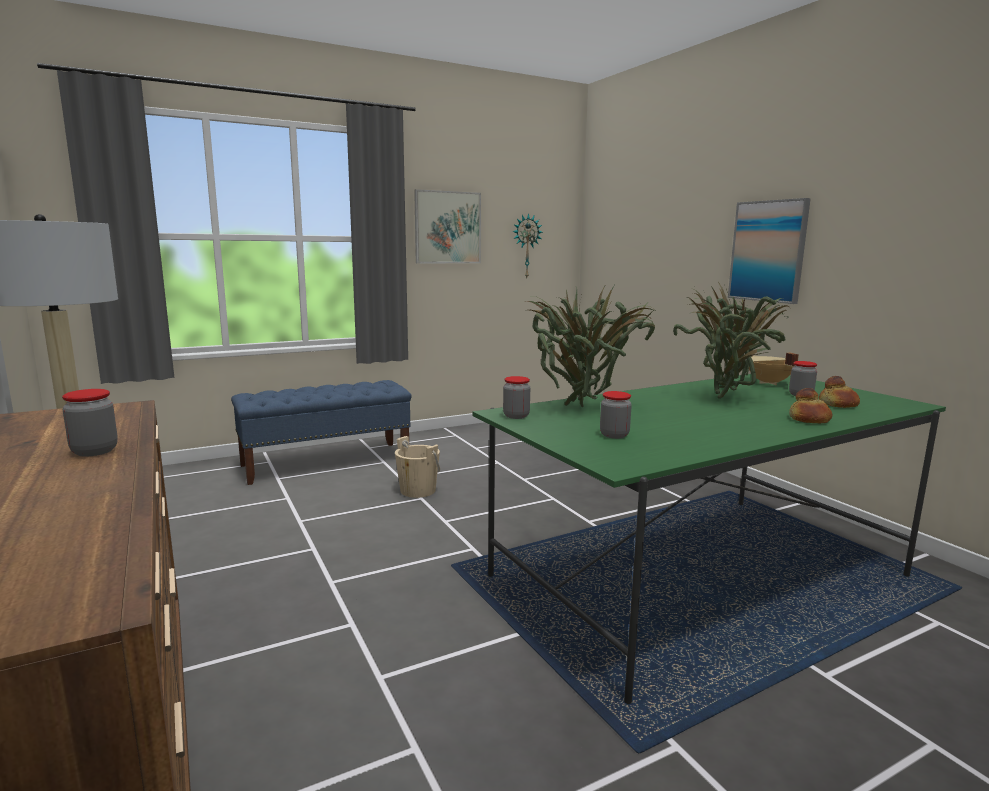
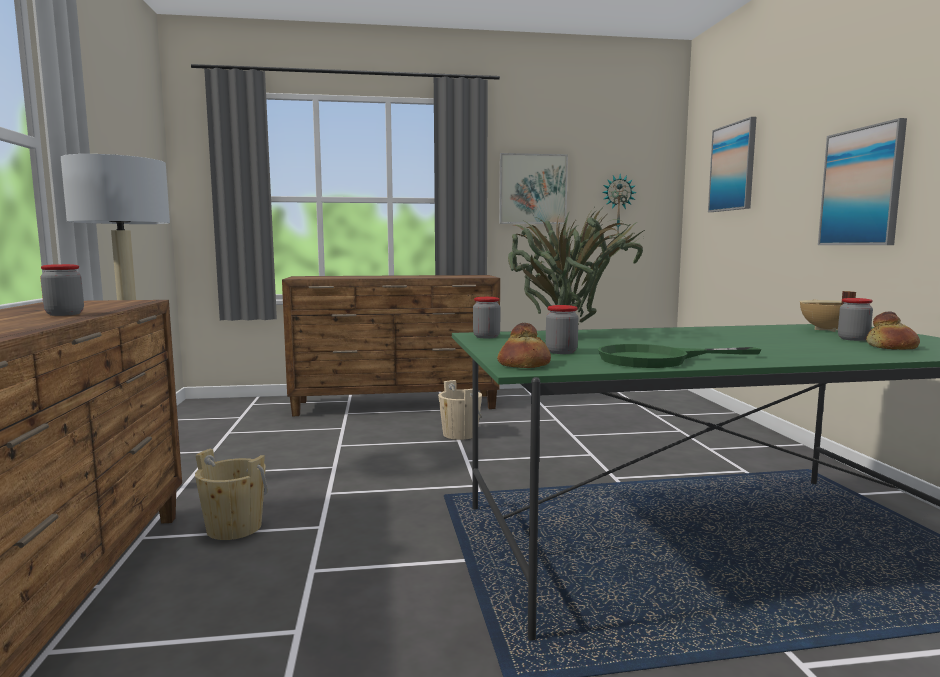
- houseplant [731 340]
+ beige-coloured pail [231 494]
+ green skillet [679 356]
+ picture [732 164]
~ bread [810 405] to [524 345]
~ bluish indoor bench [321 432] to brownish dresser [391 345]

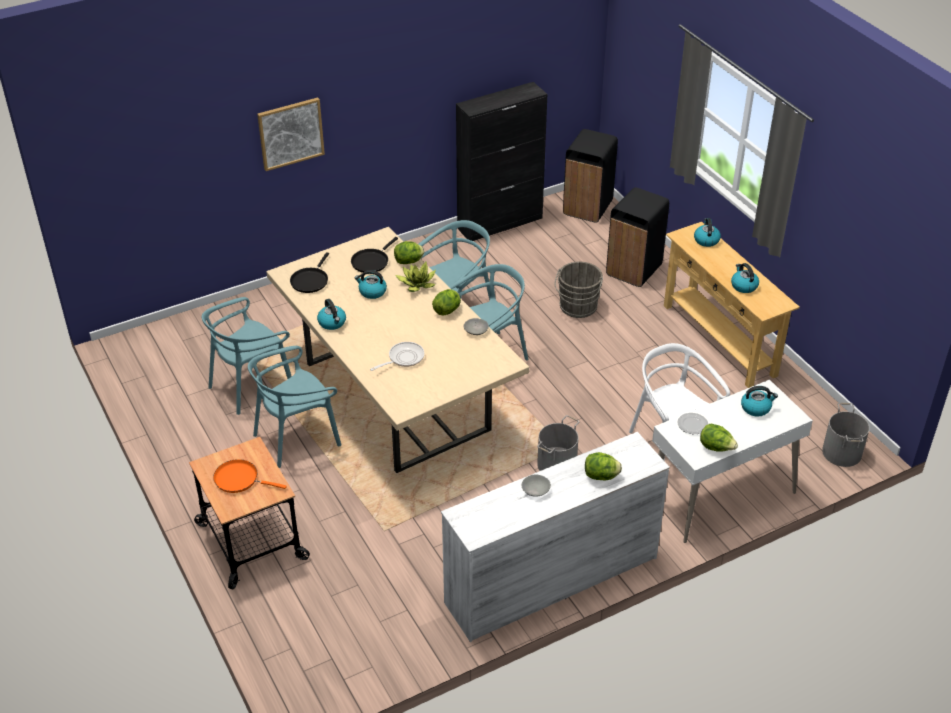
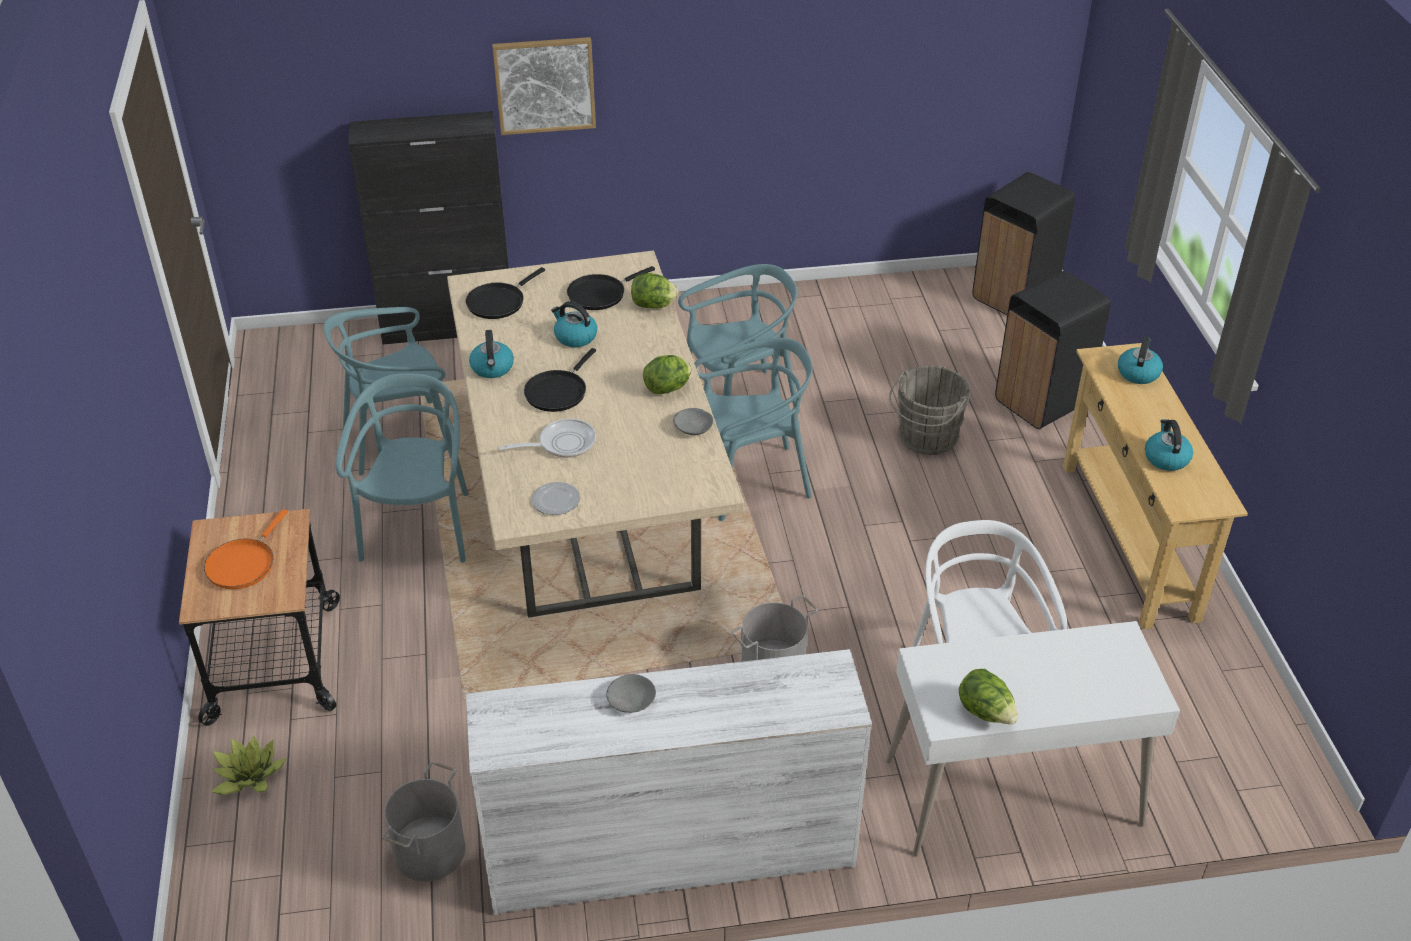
- head of lettuce [603 466]
- kettle [759 401]
+ black-coloured skillet [560 380]
~ houseplant [415 277] to [248 765]
~ black-coloured cabinet [502 161] to [429 227]
~ plate [692 423] to [556 498]
~ grey pail [846 435] to [423 822]
~ orange skillet [250 476] = [246 549] 105 degrees counterclockwise
~ turquoise chair [295 407] = [402 468] 105 degrees clockwise

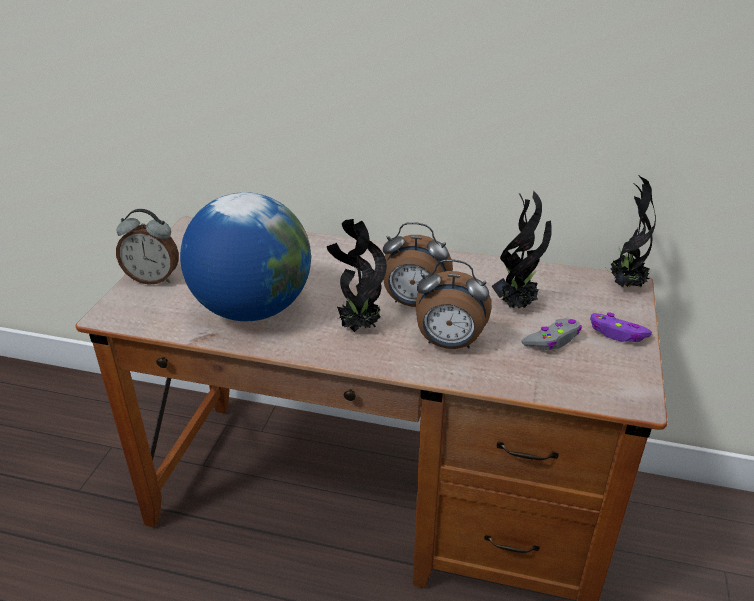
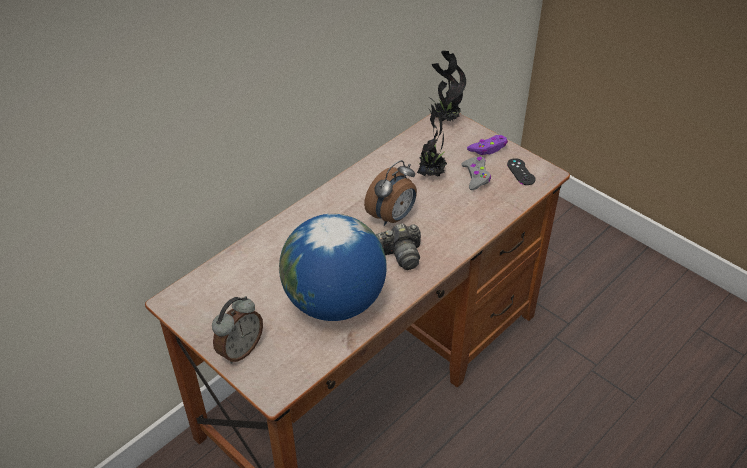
- table clock [453 304]
+ black-coloured gamepad [521 171]
~ houseplant [357 275] to photo camera [398 246]

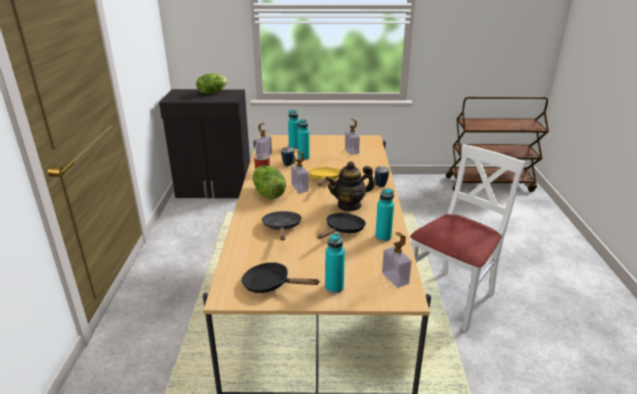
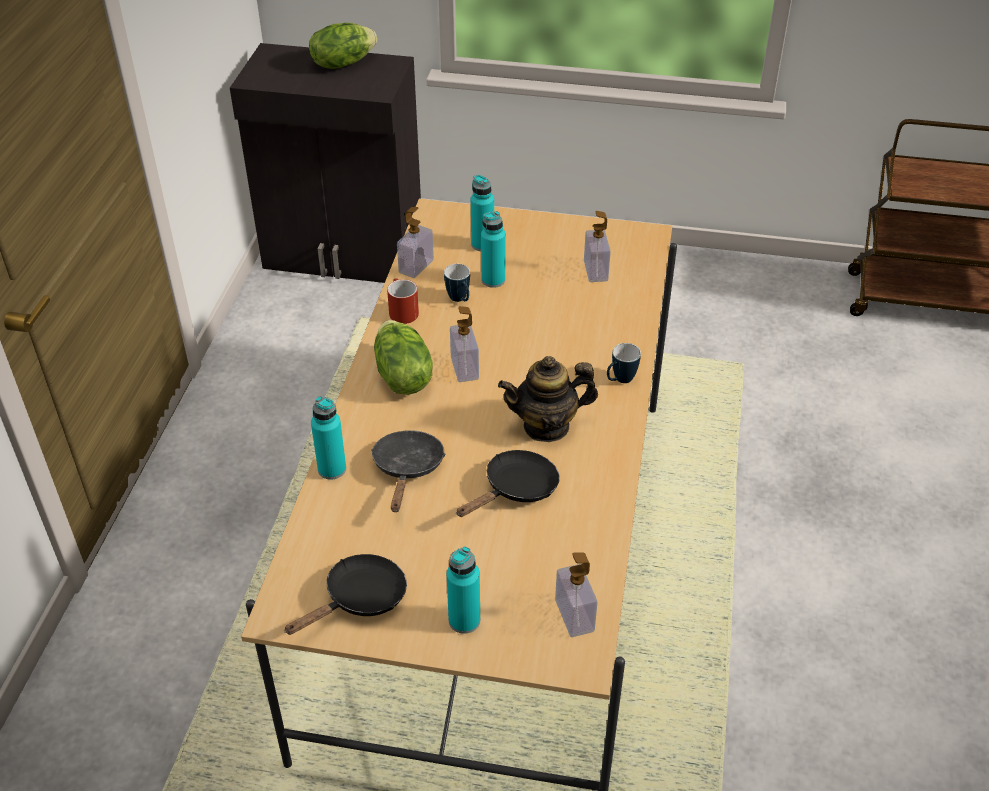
- yellow skillet [324 176]
- white chair [468 238]
~ turquoise bottle [384 214] to [328 437]
~ black-coloured skillet [280 277] = [345 594] 105 degrees clockwise

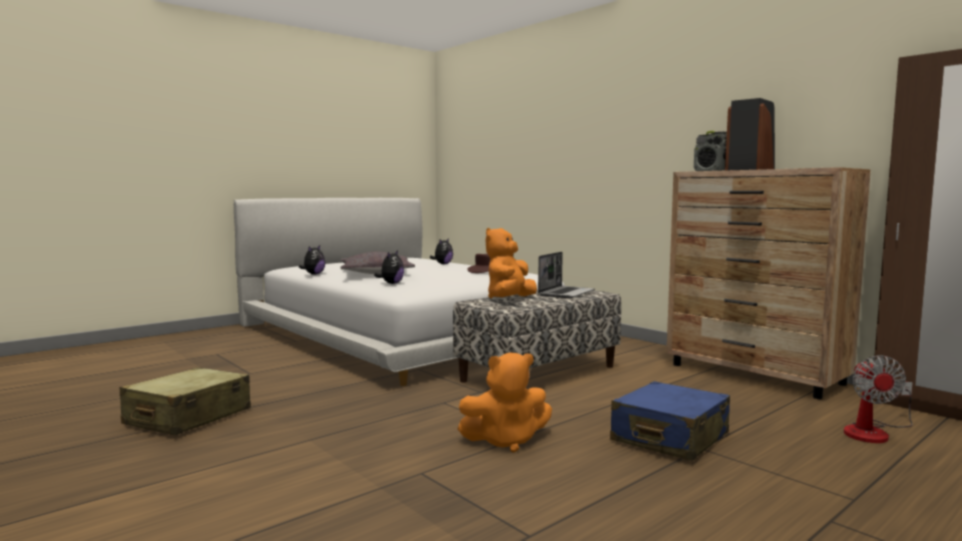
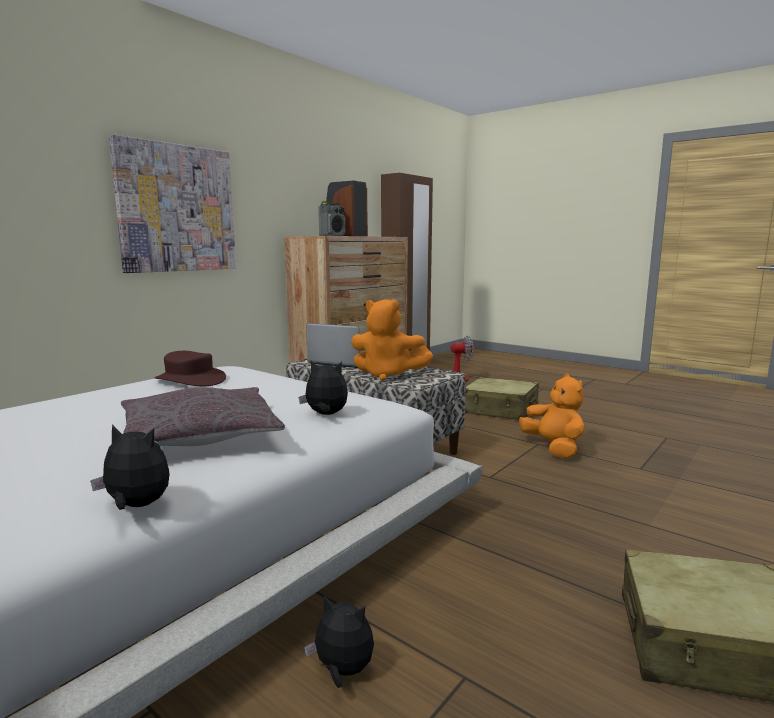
+ picture [172 203]
~ plush toy [441 251] to [339 641]
~ bluish piece of luggage [670 421] to beige-coloured piece of luggage [502 398]

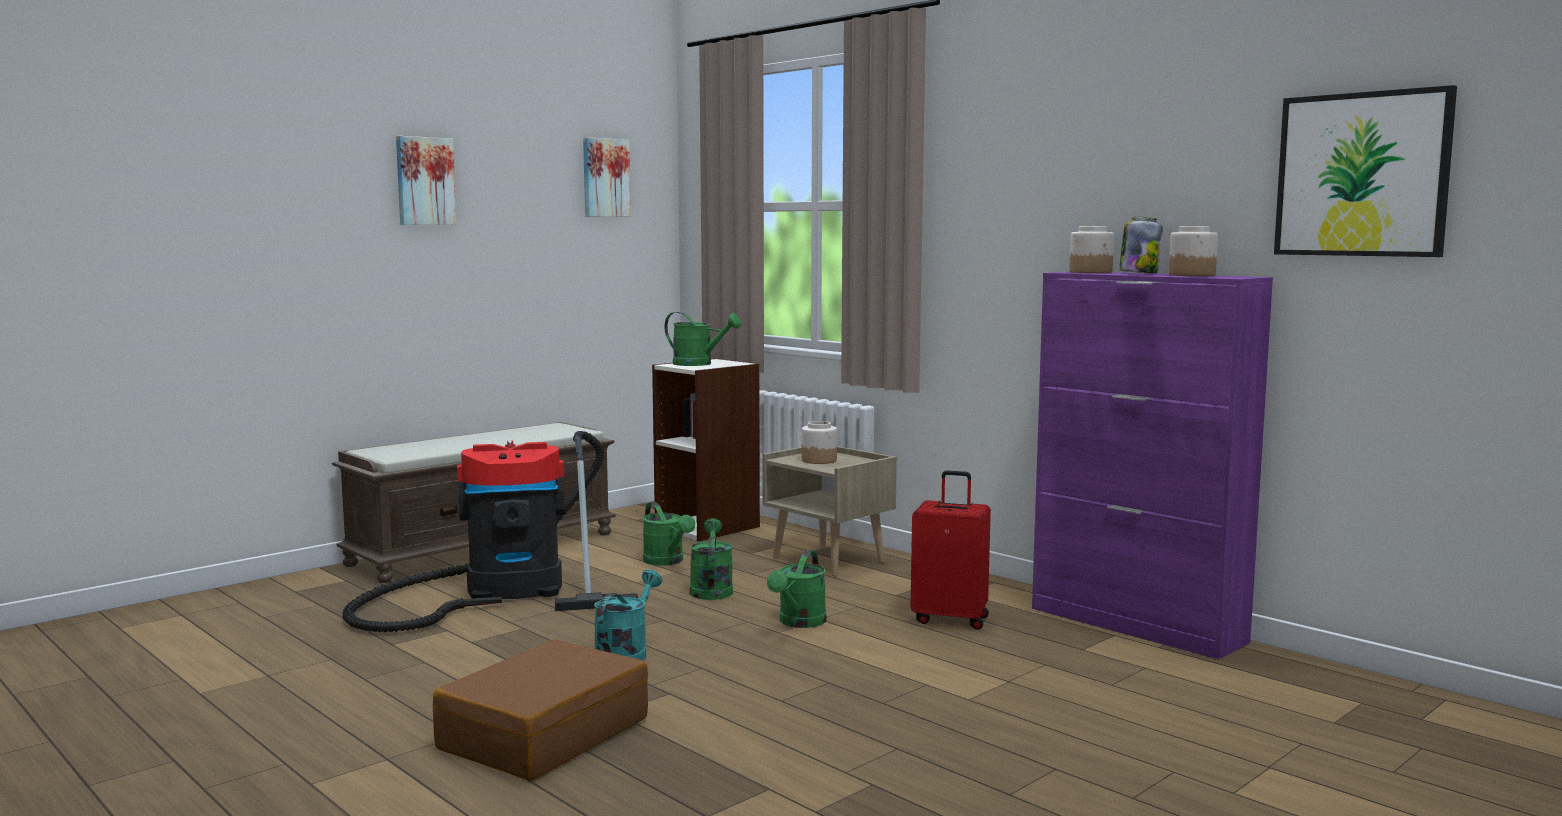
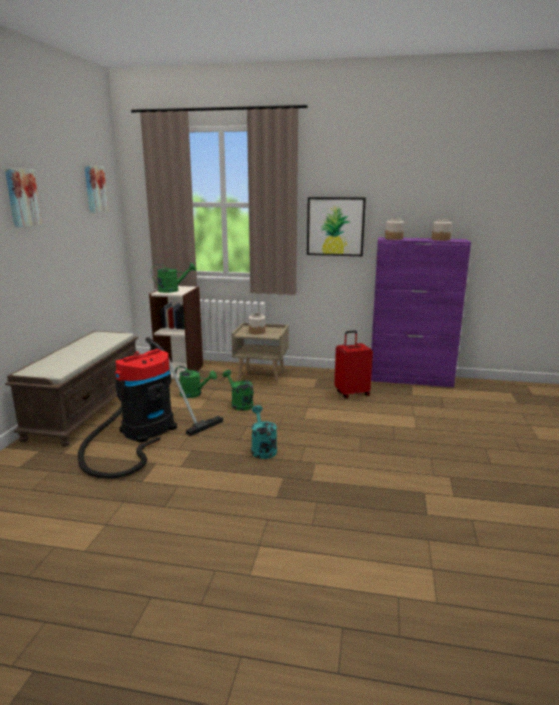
- brownish piece of luggage [540 710]
- green watering pot [797 589]
- preserve jar [1141 245]
~ picture [1365 171] to [336 226]

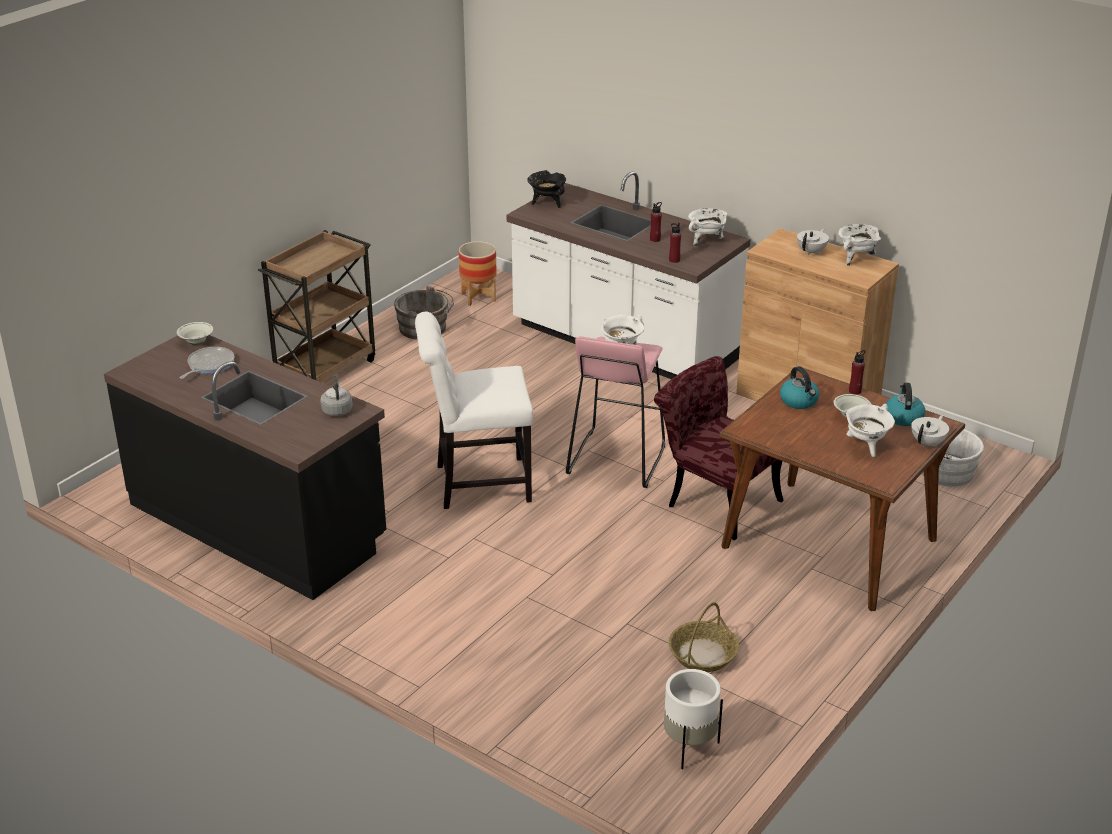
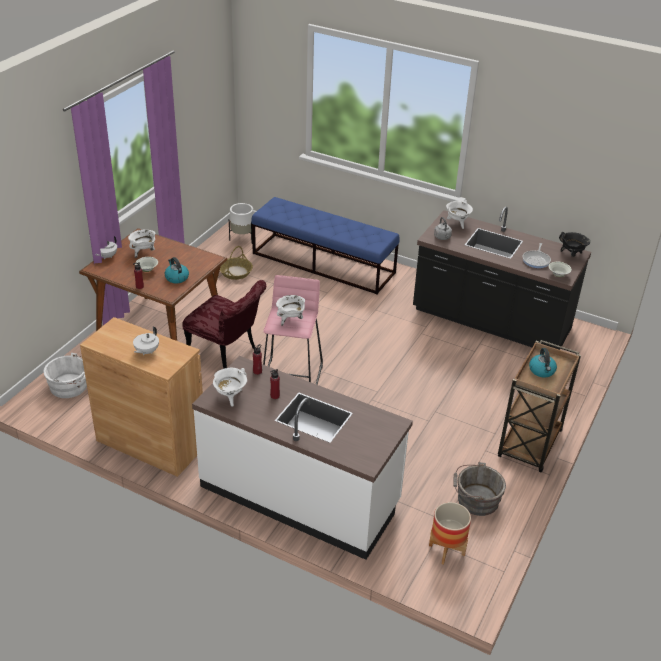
- white chair [474 410]
+ bluish indoor bench [325 245]
~ black-coloured stockpot [546 189] to [574 244]
~ white stockpot [859 245] to [459 214]
~ kettle [905 404] to [543 363]

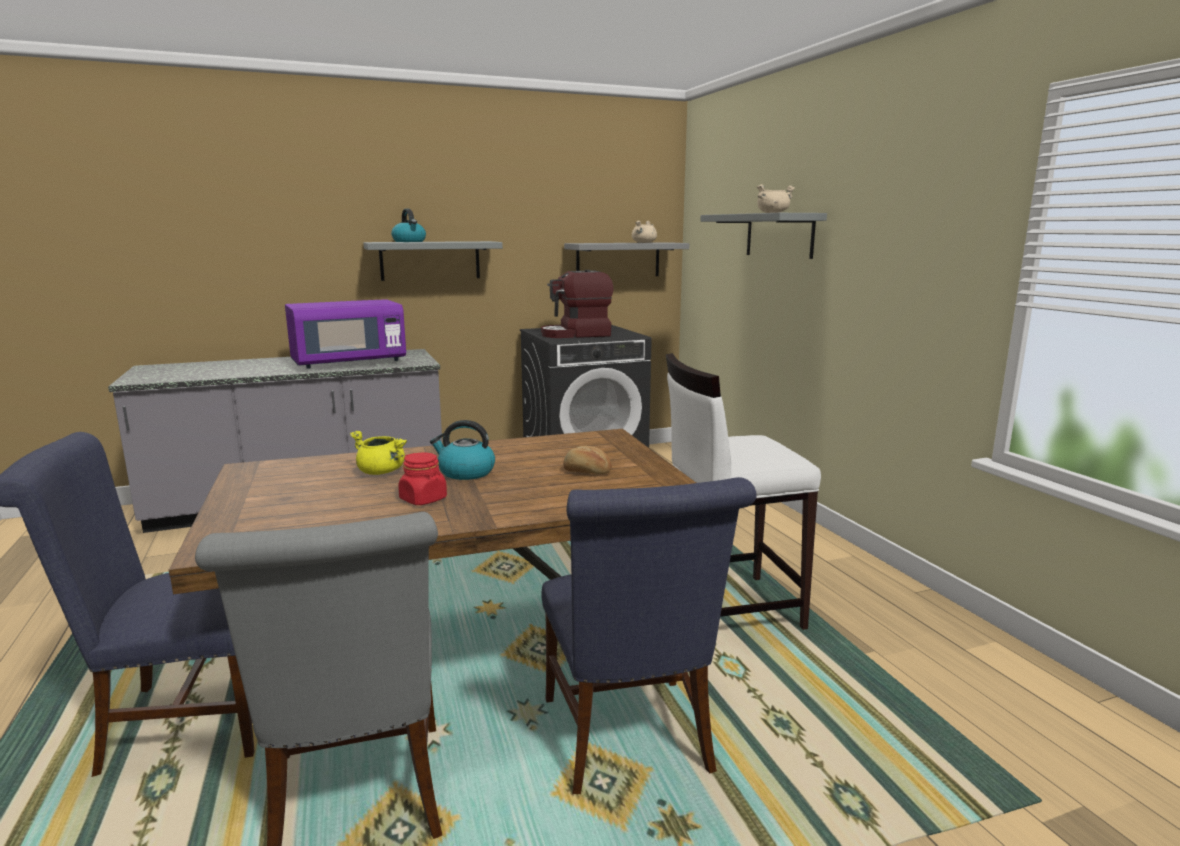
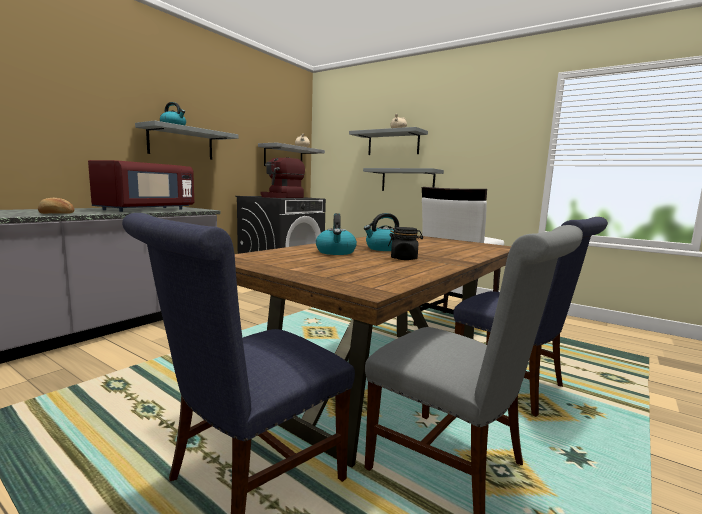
+ grey bracket shelf [403 179]
~ bread [587 460] to [56 206]
~ yellow stockpot [378 452] to kettle [336 234]
~ purple microwave oven [345 334] to red microwave oven [141 186]
~ red preserve jar [422 479] to black-coloured preserve jar [405 243]

